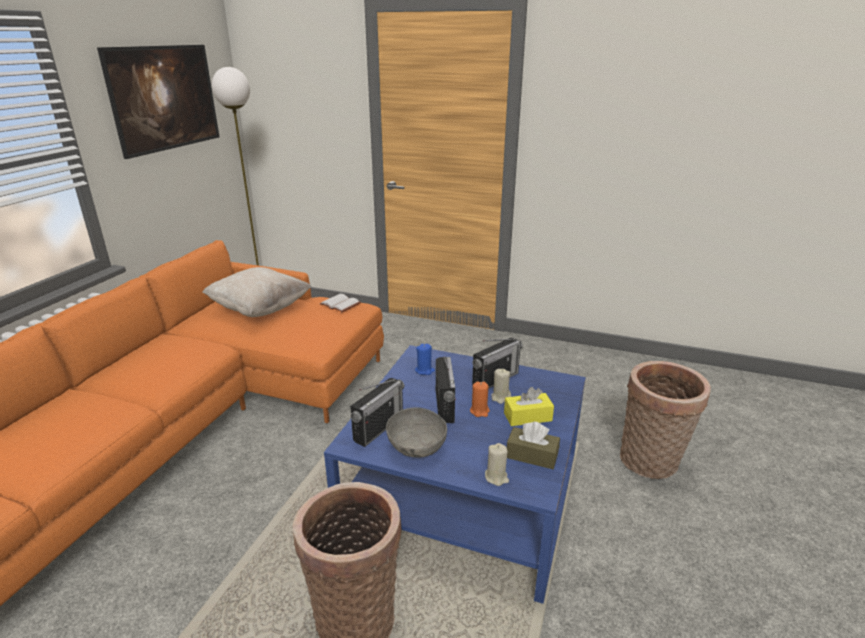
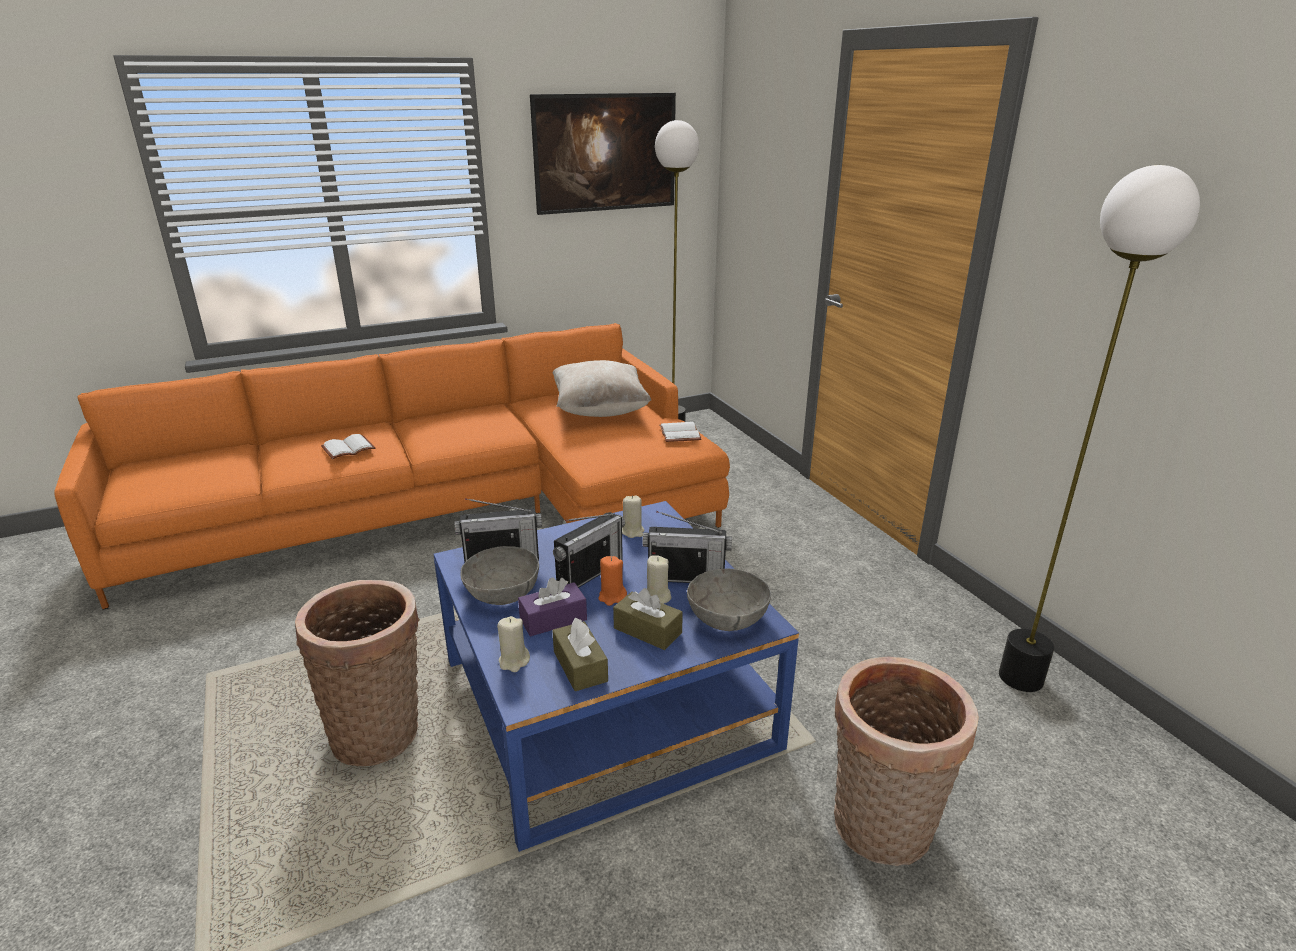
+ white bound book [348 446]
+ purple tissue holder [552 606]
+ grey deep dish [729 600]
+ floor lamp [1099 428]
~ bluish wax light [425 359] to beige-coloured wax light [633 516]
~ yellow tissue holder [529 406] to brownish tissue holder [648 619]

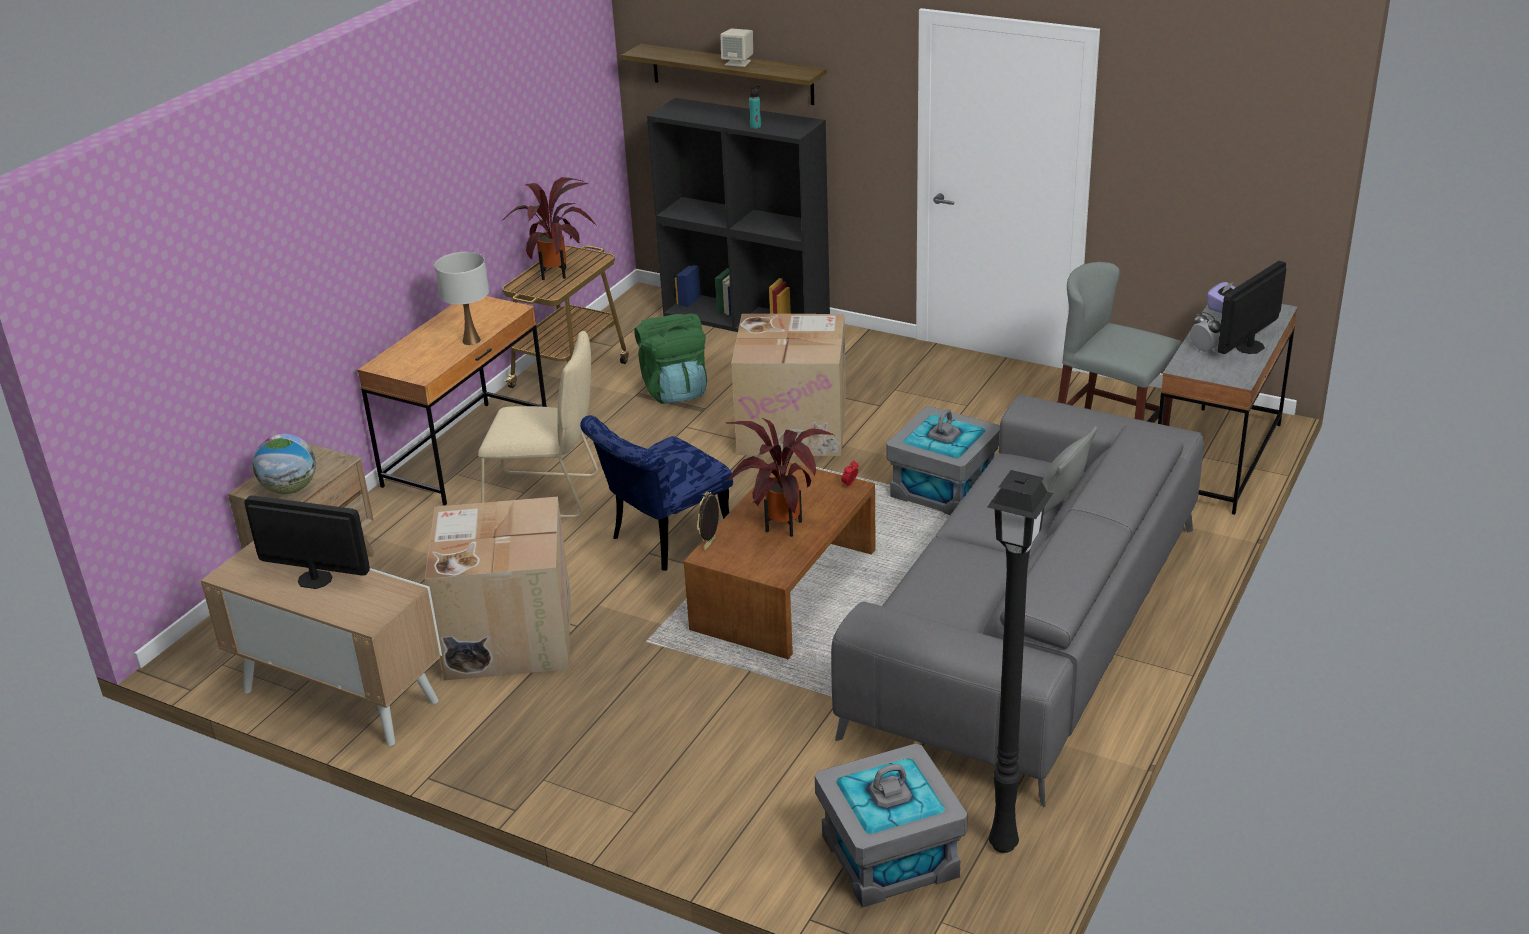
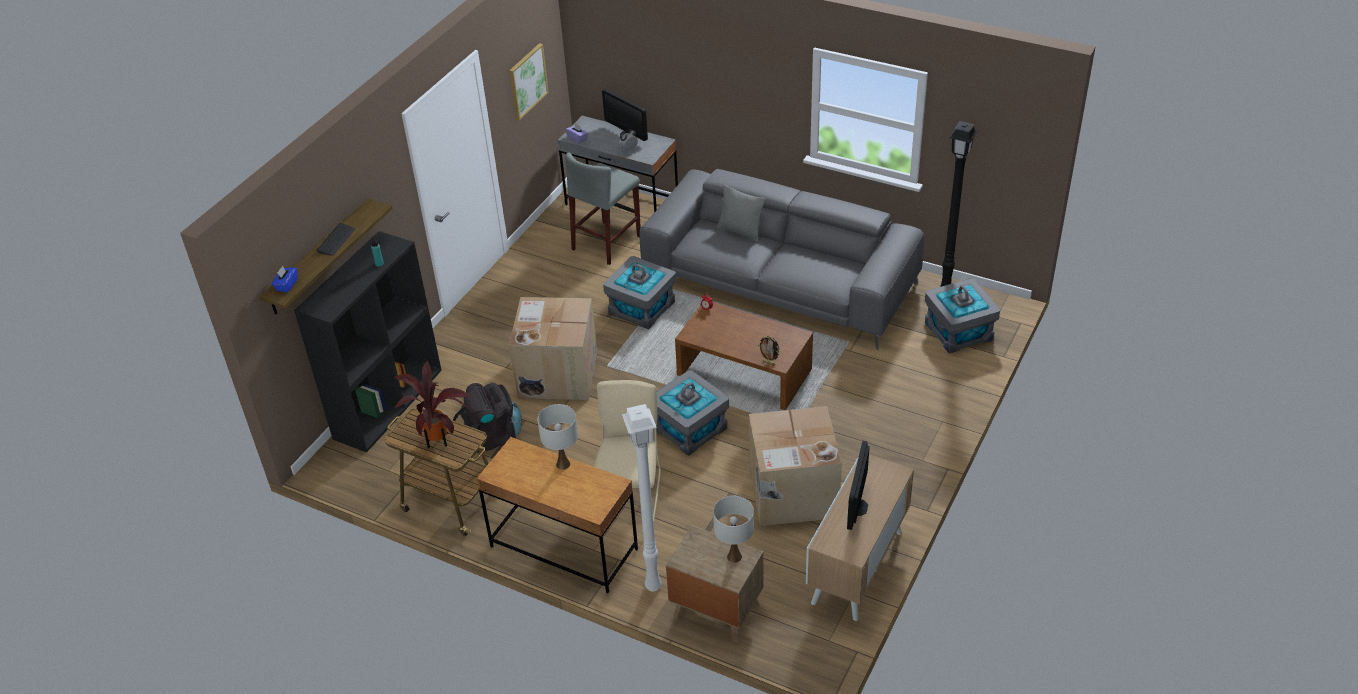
- houseplant [780 477]
+ bluish tissue holder [285 279]
+ picture [529 81]
+ white floor lamp [642 498]
~ world globe [284 464] to white tabletop lamp [733 529]
~ bluish chair [656 493] to grey storage box [692 413]
~ beige-coloured loudspeaker [736 47] to computer keyboard [335 239]
~ green backpack [670 358] to black-coloured backpack [487 418]

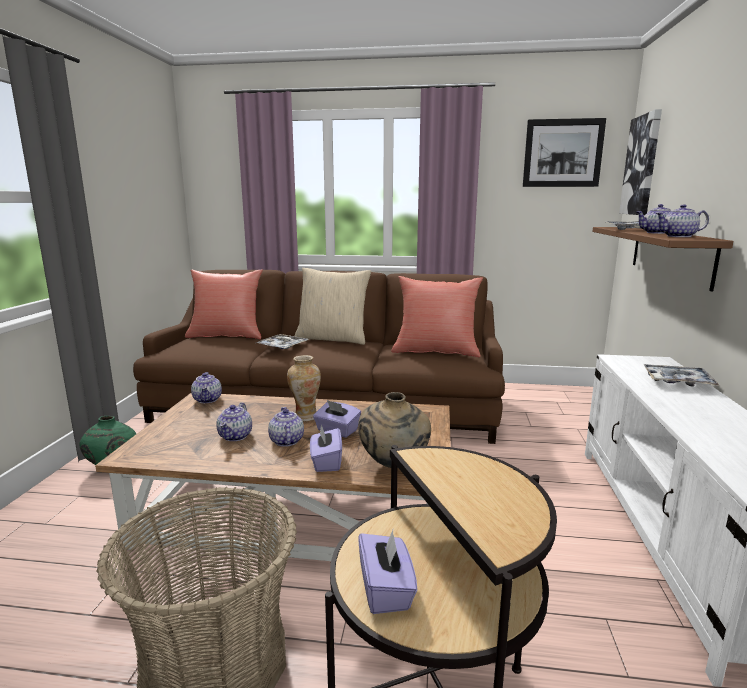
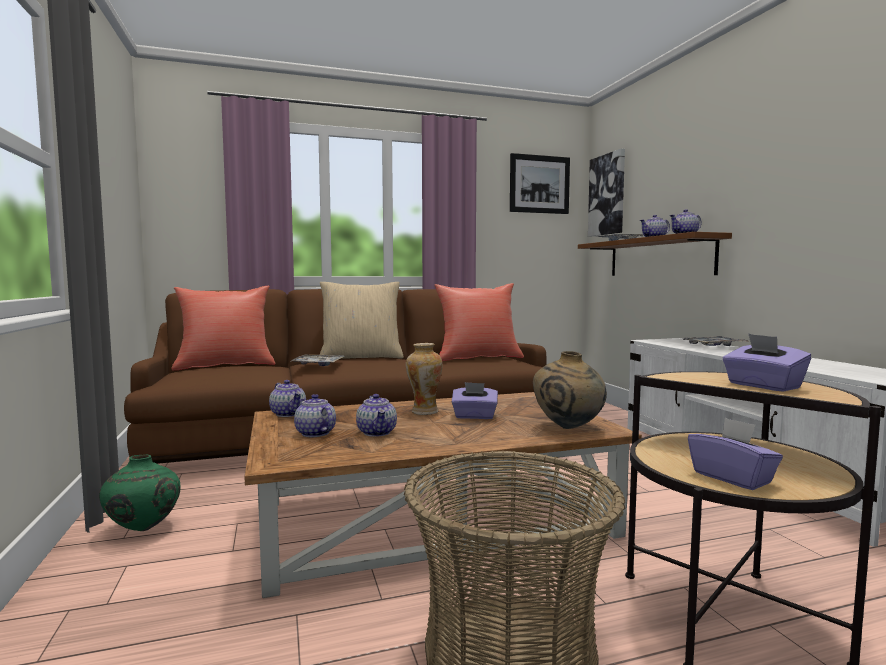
~ teapot [286 427] to [315 415]
~ purple tissue holder [326 448] to [767 362]

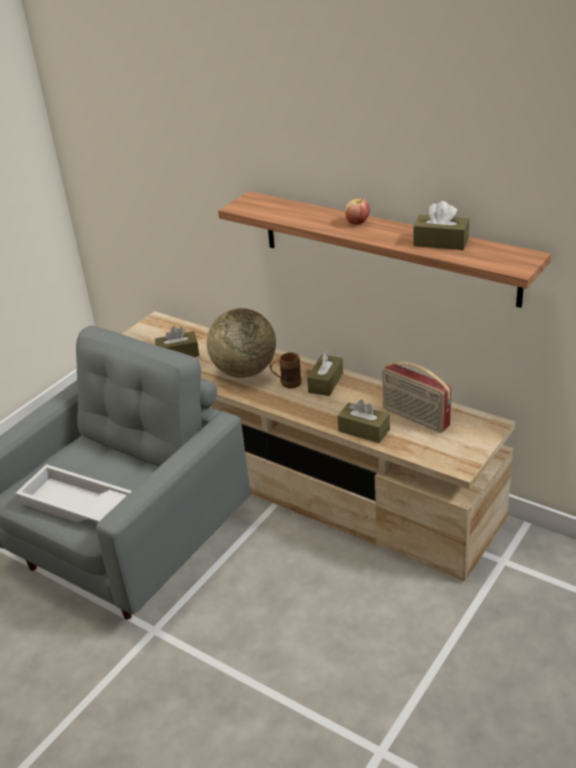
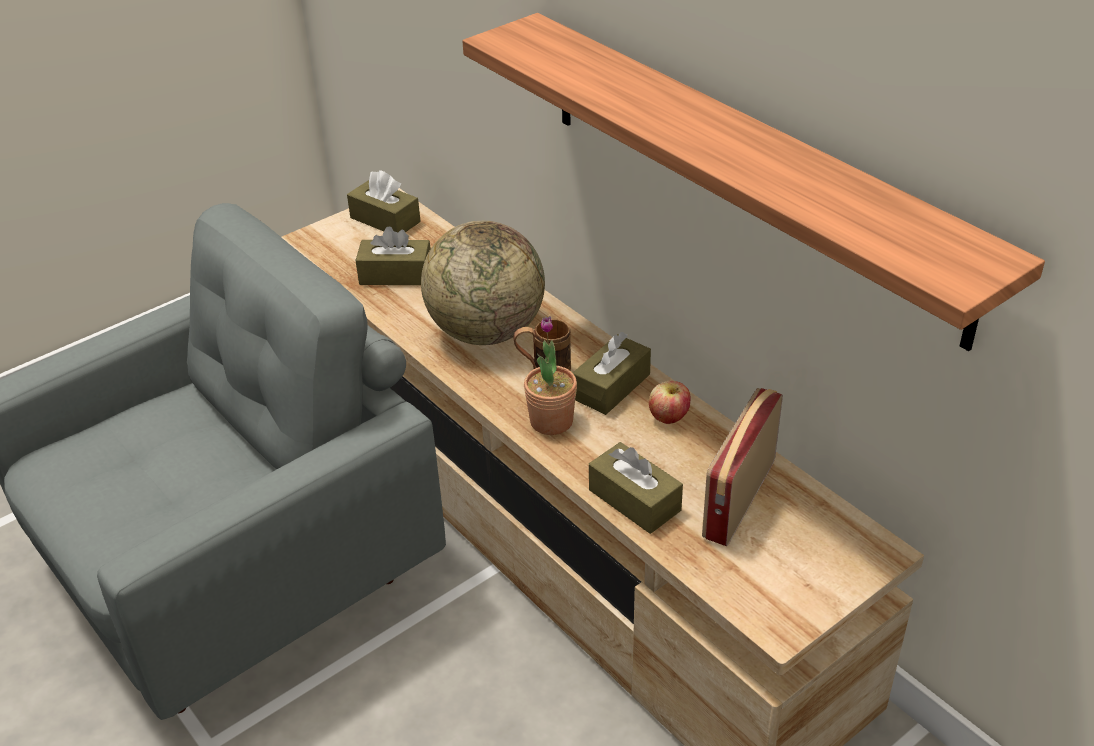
- white carrying tray [73 493]
+ houseplant [550 375]
~ apple [357 211] to [669 402]
~ brownish tissue holder [441 225] to [384 201]
~ radio receiver [416 397] = [742 467] 60 degrees clockwise

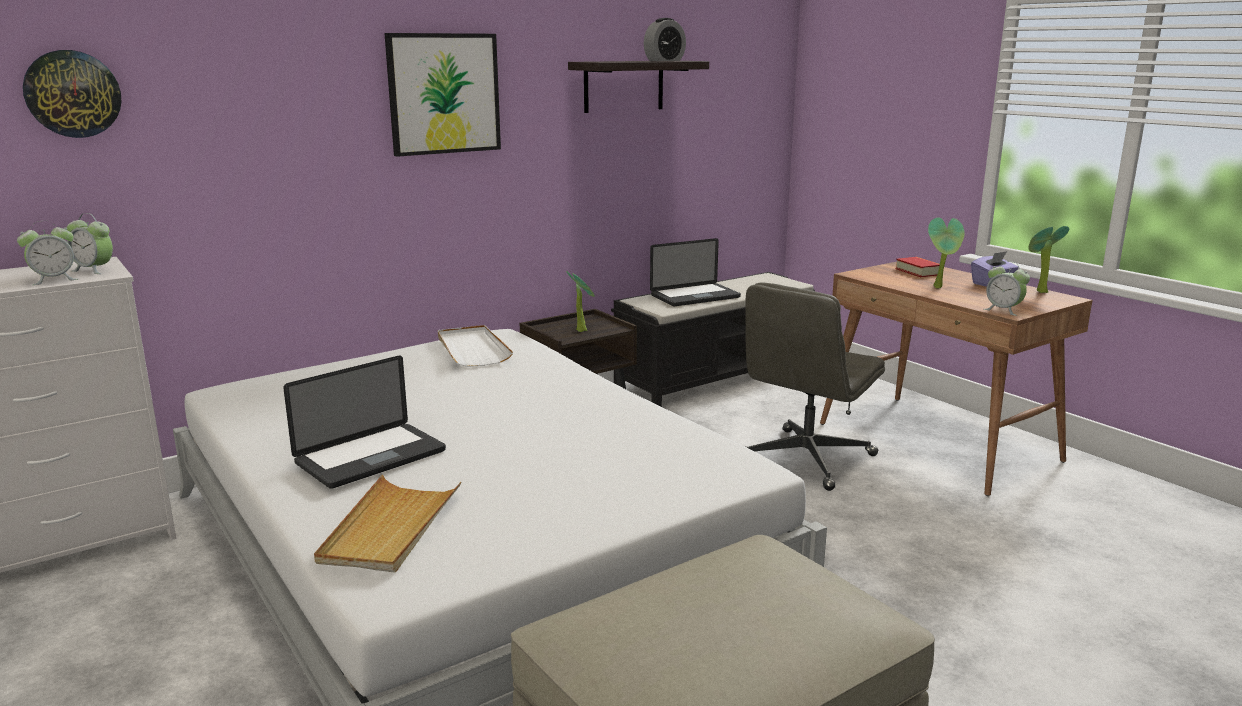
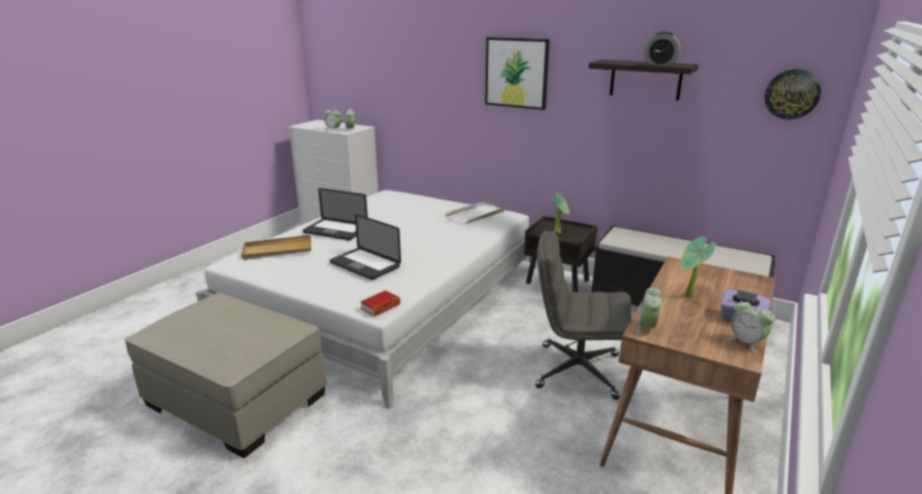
~ hanging clock [72 94] to [792 94]
~ notebook computer [695 272] to [365 247]
~ bound book [917 267] to [380 303]
~ houseplant [1048 259] to table clock [751 326]

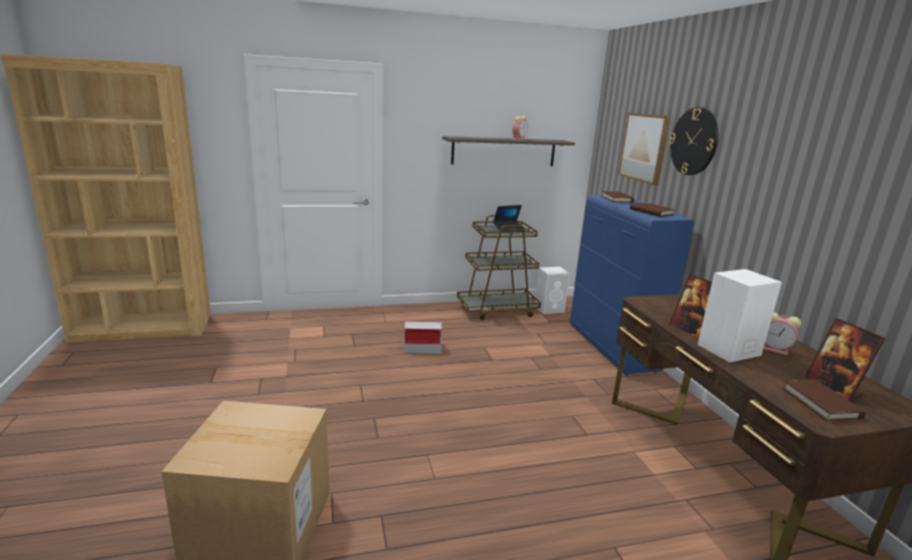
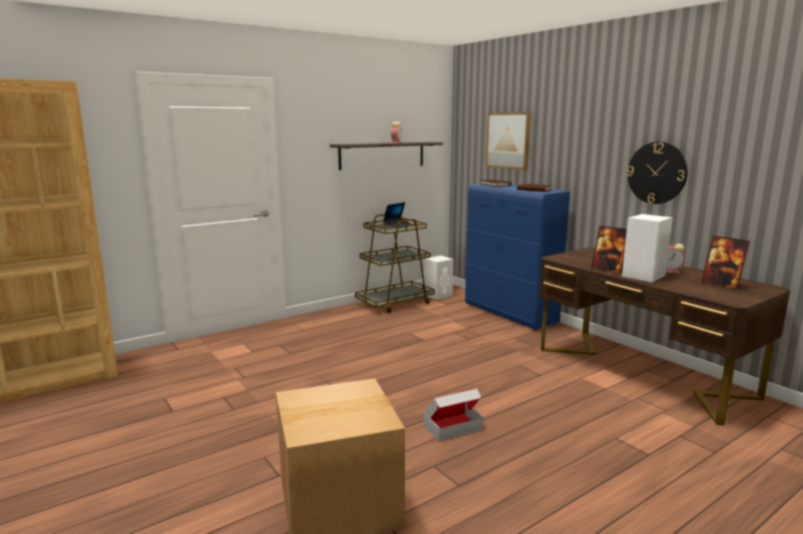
- brownish bound book [824 401]
~ packing box [422 337] to [453 414]
~ hanging clock [693 141] to [657 173]

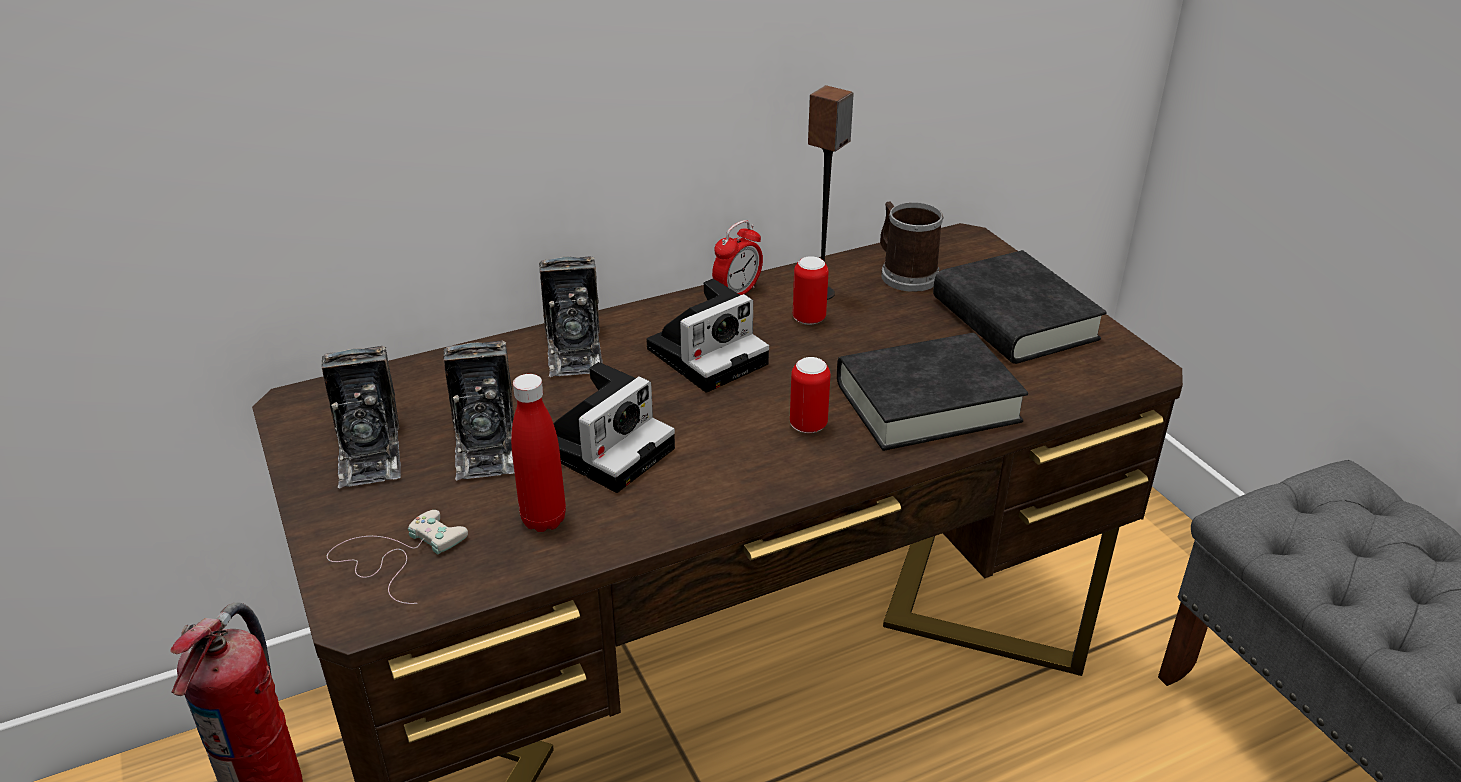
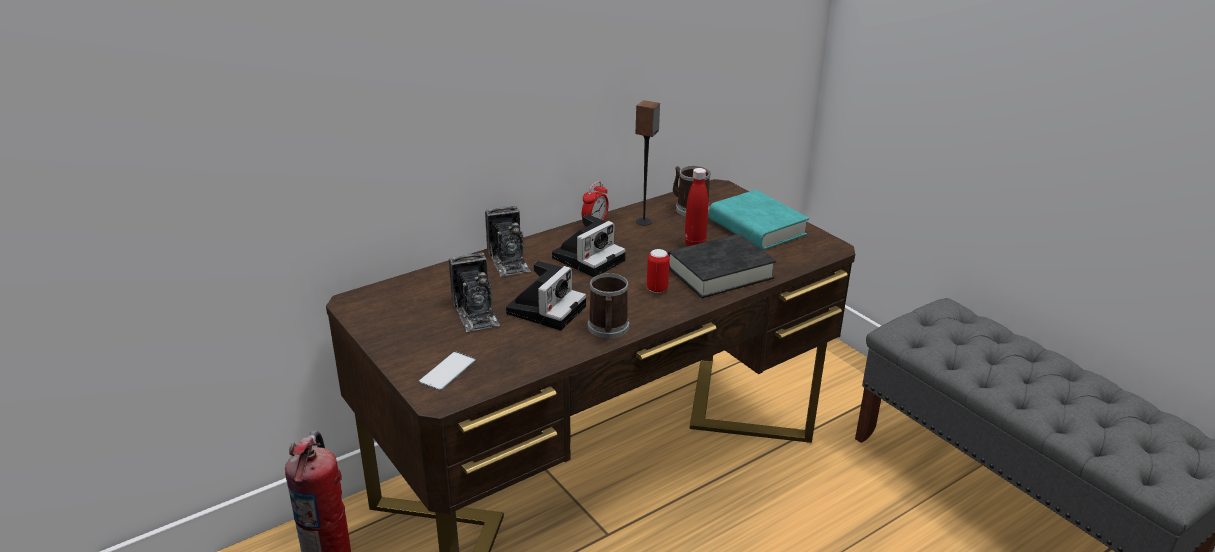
- photo camera [361 417]
- metal can [811 290]
+ coffee mug [608 305]
~ red bottle [538 453] to [696 207]
~ white gamepad [397 557] to telephone [447 371]
~ black-coloured bound book [1020 307] to turquoise bound book [759 220]

